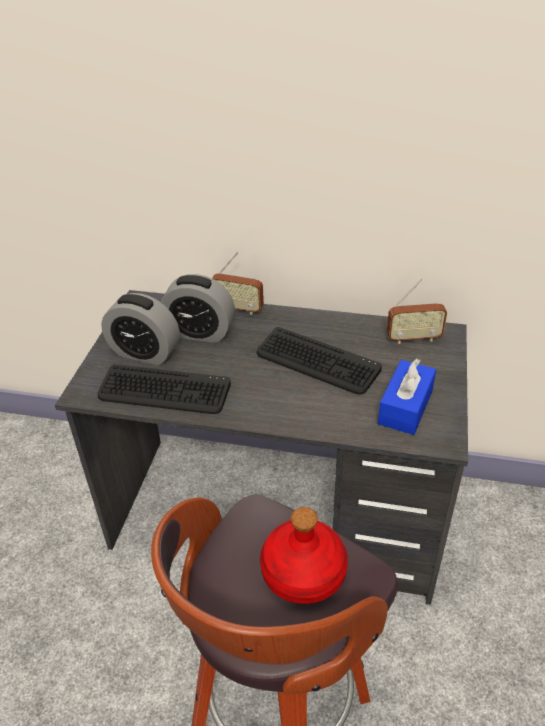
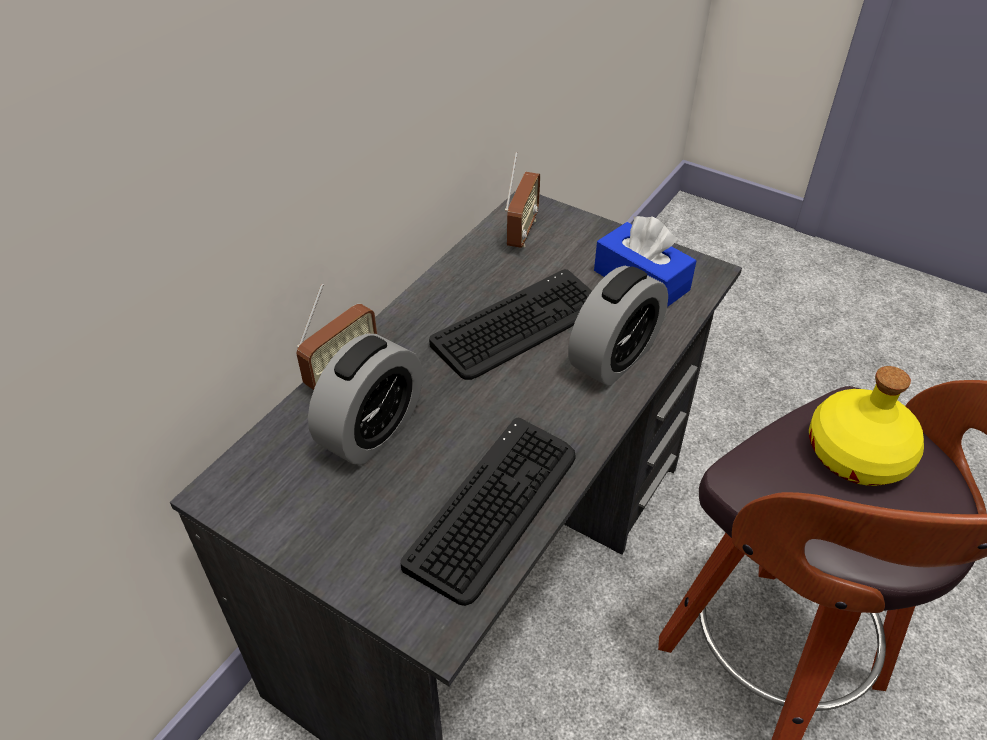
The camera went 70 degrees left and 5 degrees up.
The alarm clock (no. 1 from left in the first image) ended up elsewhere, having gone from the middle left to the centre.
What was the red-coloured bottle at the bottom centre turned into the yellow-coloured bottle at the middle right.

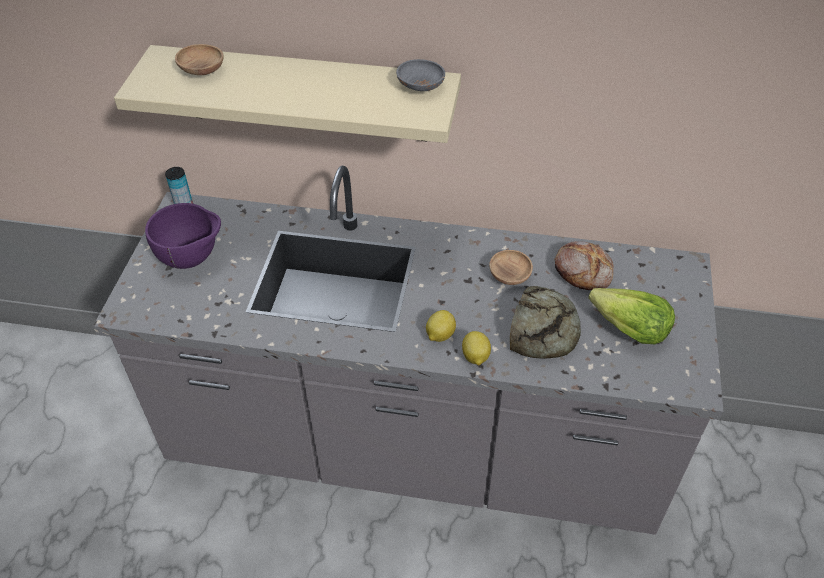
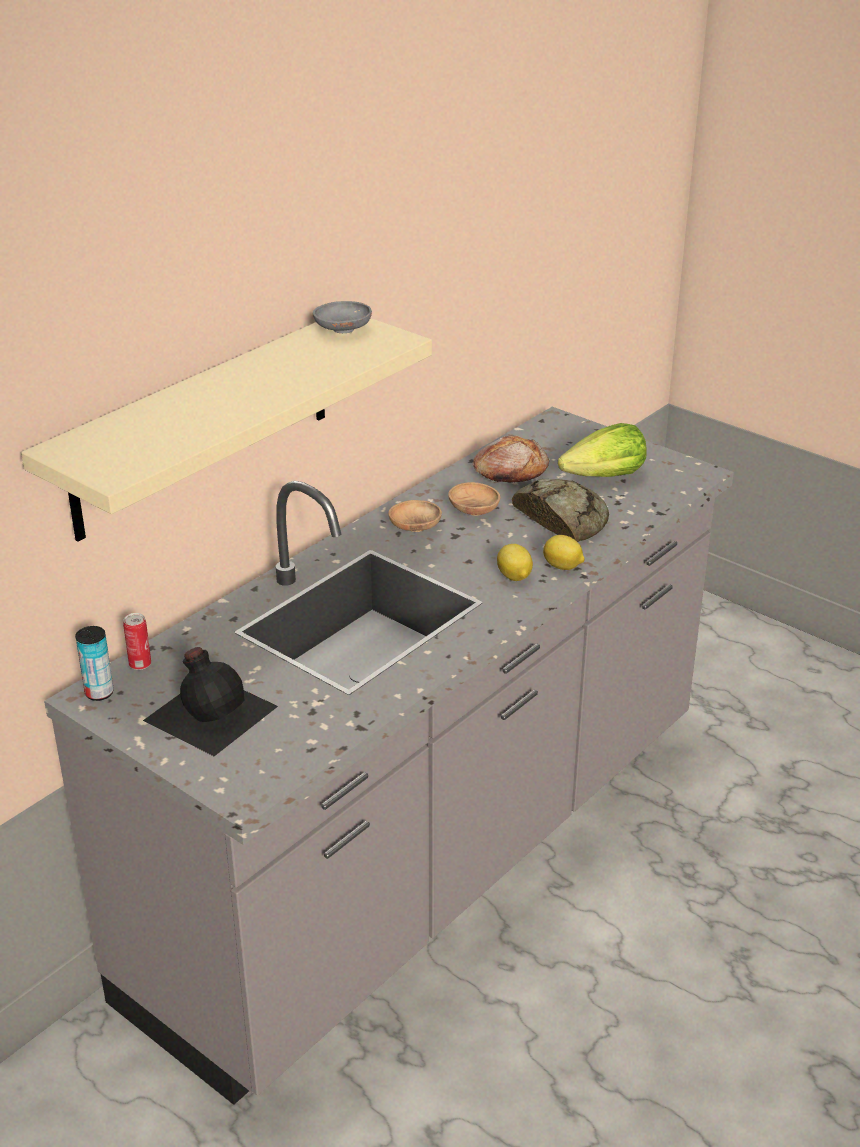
The camera went 60 degrees left and 15 degrees down.
The brownish deep dish (no. 1 from left) ended up elsewhere, having gone from the top left to the centre.
Where the purple-coloured deep dish stood at the middle left, the black-coloured bottle came to stand at the middle left.
The second view gained the sealed can (no. 2 from left) at the middle left.

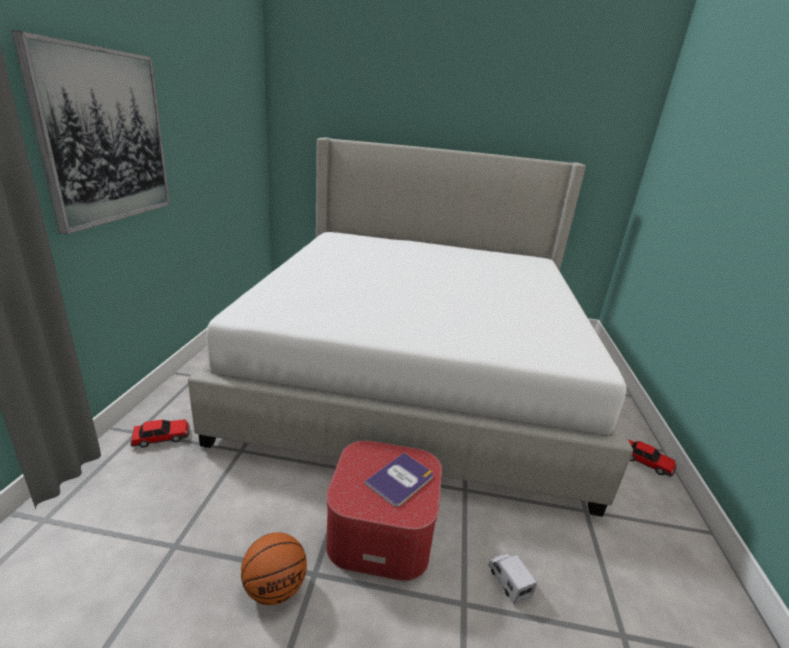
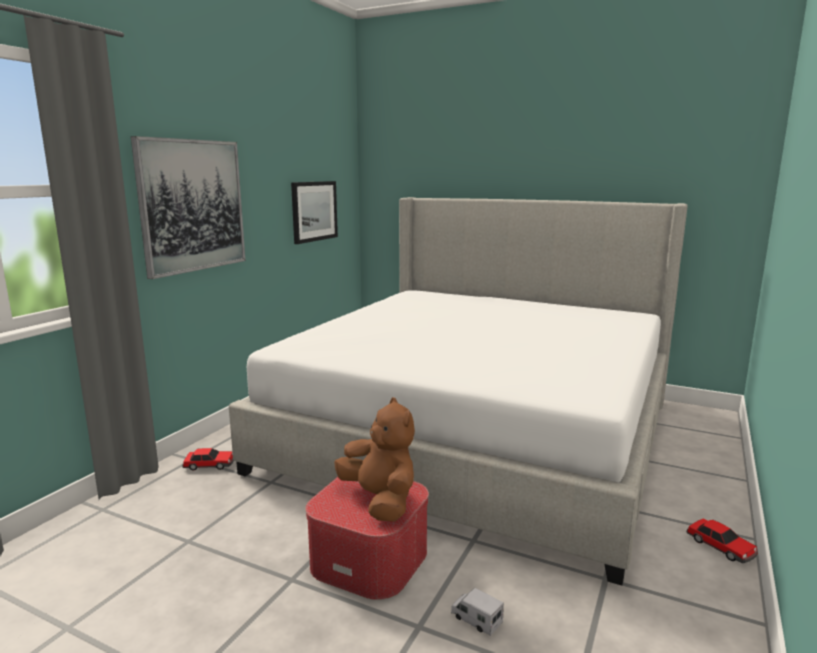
The camera went 20 degrees right and 10 degrees down.
Where the volume stood at the bottom centre, the brownish soft toy came to stand at the bottom centre.
The second view lost the basketball ball at the bottom centre.
The toy truck at the bottom centre ended up facing another way, 45 degrees counterclockwise from before.
The second view gained the picture (no. 2 from left) at the top centre.

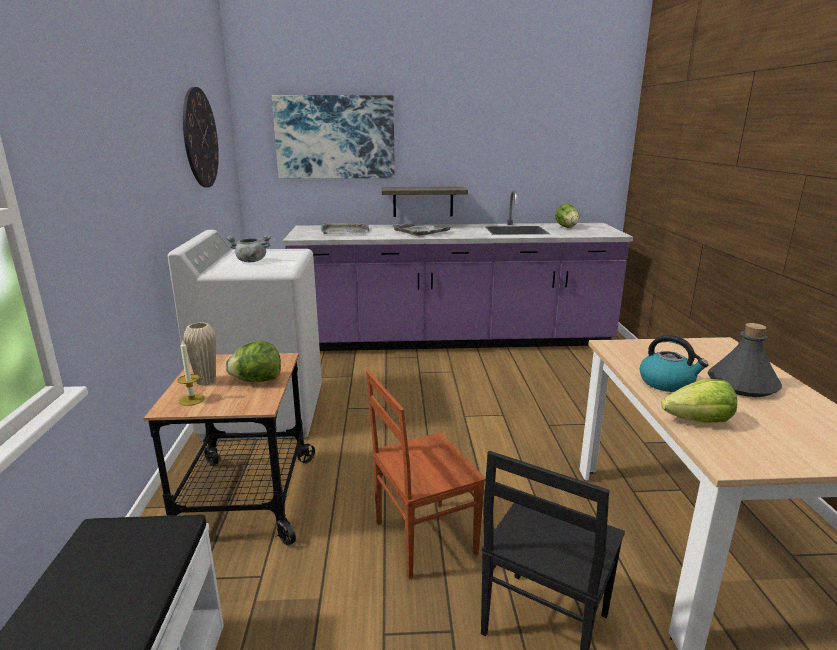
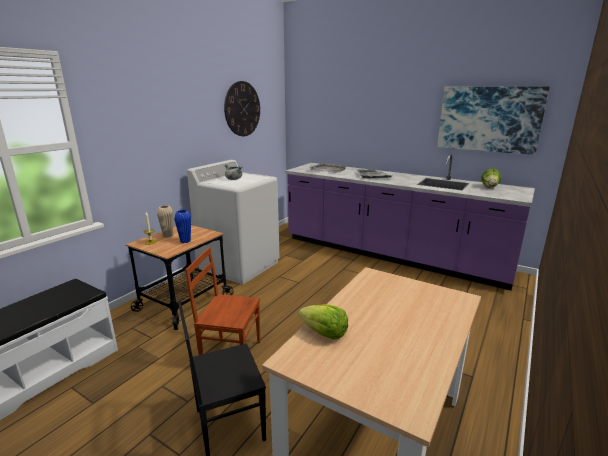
The camera went 35 degrees right and 0 degrees up.
The picture ended up elsewhere, having gone from the top centre to the top right.
The second view lost the bracket shelf at the top centre.
The second view lost the gray bottle at the middle right.
The second view lost the kettle at the middle right.
Where the lettuce (no. 1 from left) stood at the middle left, the blue-coloured flower vase came to stand at the middle left.

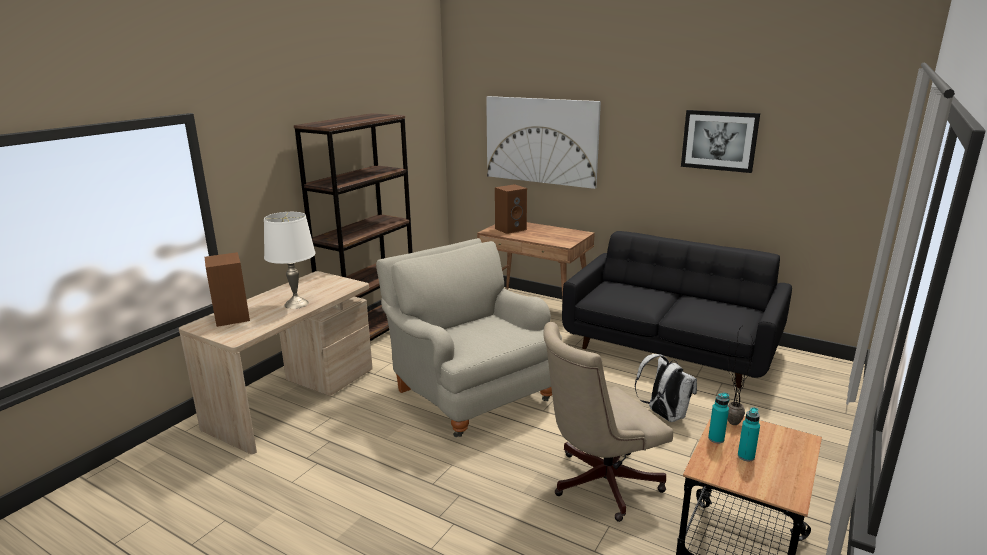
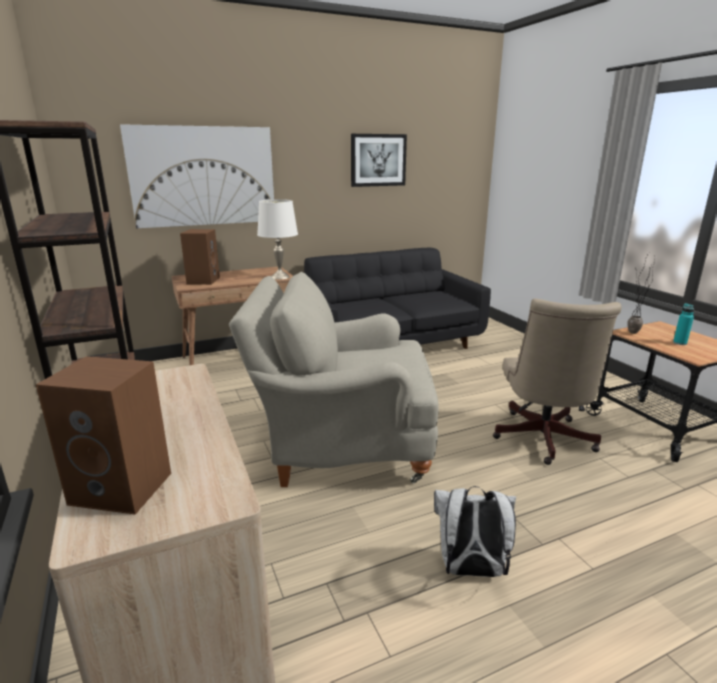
The camera went 55 degrees left and 0 degrees up.
The white tabletop lamp ended up elsewhere, having gone from the middle left to the centre.
The white rucksack ended up elsewhere, having gone from the bottom right to the bottom centre.
The second view lost the turquoise bottle (no. 1 from left) at the bottom right.

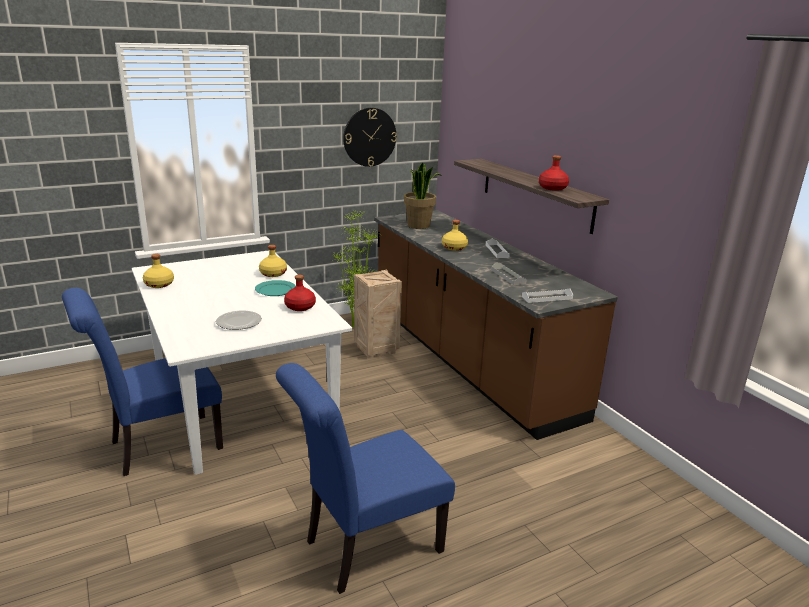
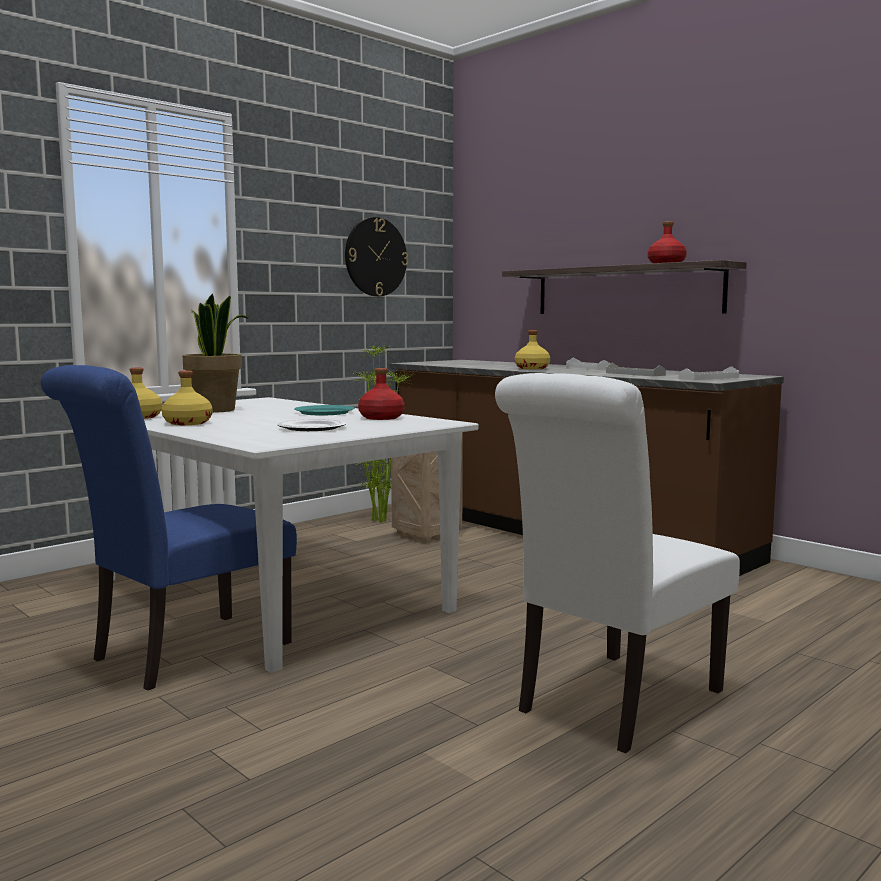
The camera went 15 degrees left and 15 degrees down.
The plant in a pot (no. 2 from left in the first image) ended up elsewhere, having gone from the top centre to the middle left.
The yellow-coloured bottle (no. 2 from left) ended up elsewhere, having gone from the centre to the middle left.
What was the blue-coloured upright chair (no. 2 from left) at the bottom centre turned into the white upright chair at the middle right.

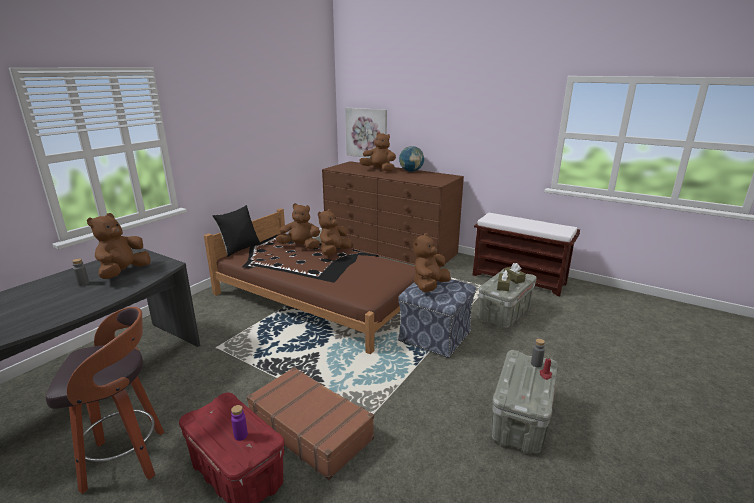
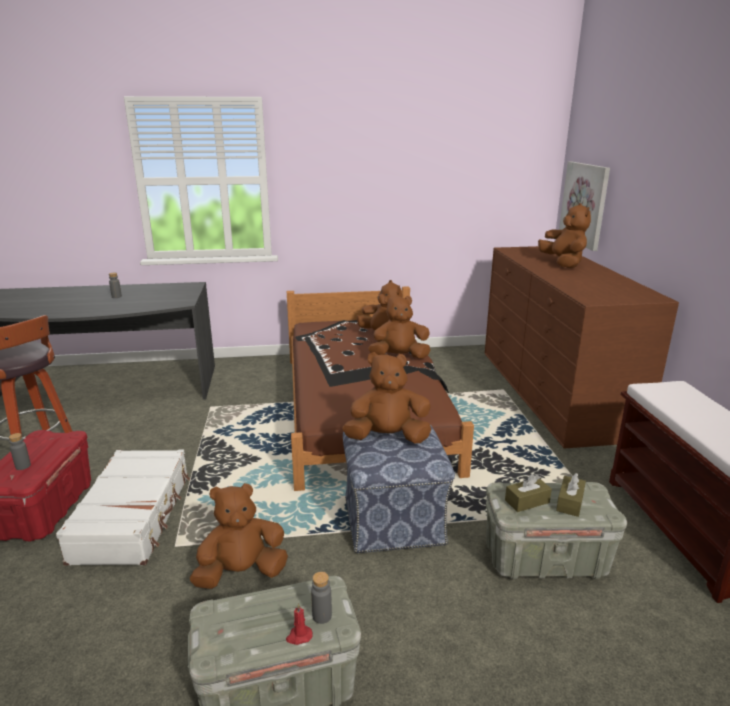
The camera went 50 degrees right and 0 degrees up.
The second view lost the desk globe at the top centre.
The second view lost the black-coloured pillow at the middle left.
The brownish soft toy (no. 1 from left) ended up elsewhere, having gone from the middle left to the bottom left.
What was the brownish piece of luggage at the bottom centre turned into the white piece of luggage at the bottom left.
What was the purple-coloured bottle at the bottom left turned into the gray bottle (no. 1 from left) at the middle left.

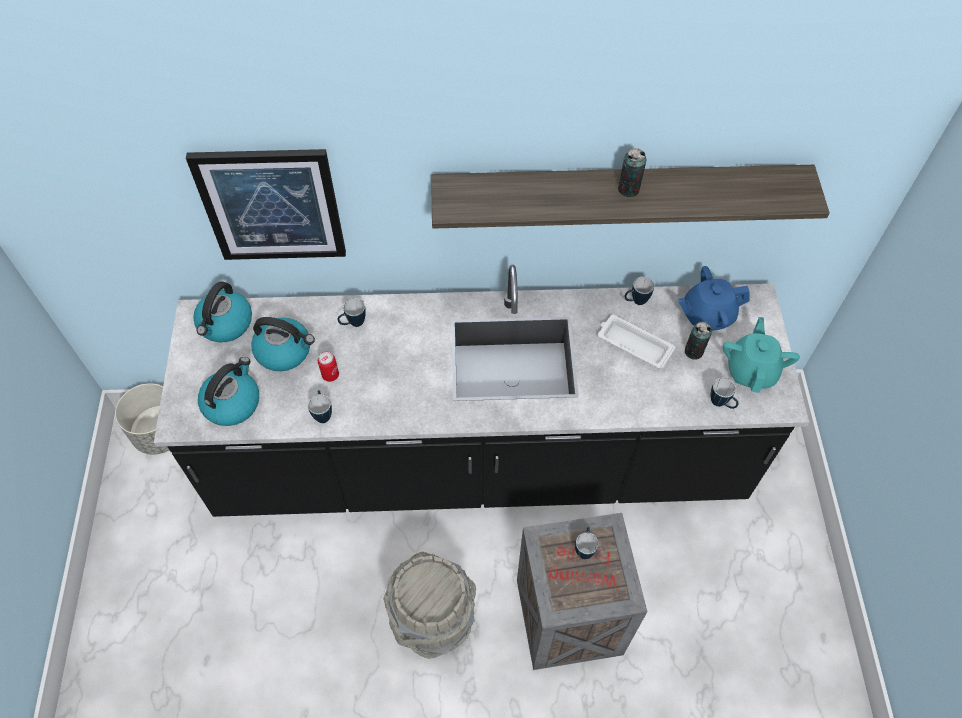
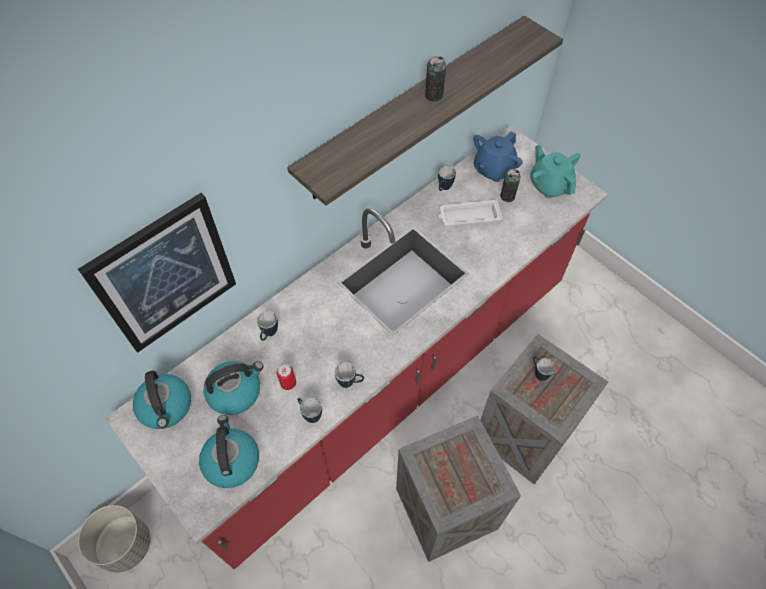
The camera went 40 degrees left and 0 degrees up.
What was the black-coloured kitchen base unit at the centre turned into the red-coloured kitchen base unit at the centre.
The coffee mug (no. 5 from left in the first image) ended up elsewhere, having gone from the middle right to the centre.
Where the gray bucket stood at the bottom centre, the crate (no. 1 from left) came to stand at the bottom centre.

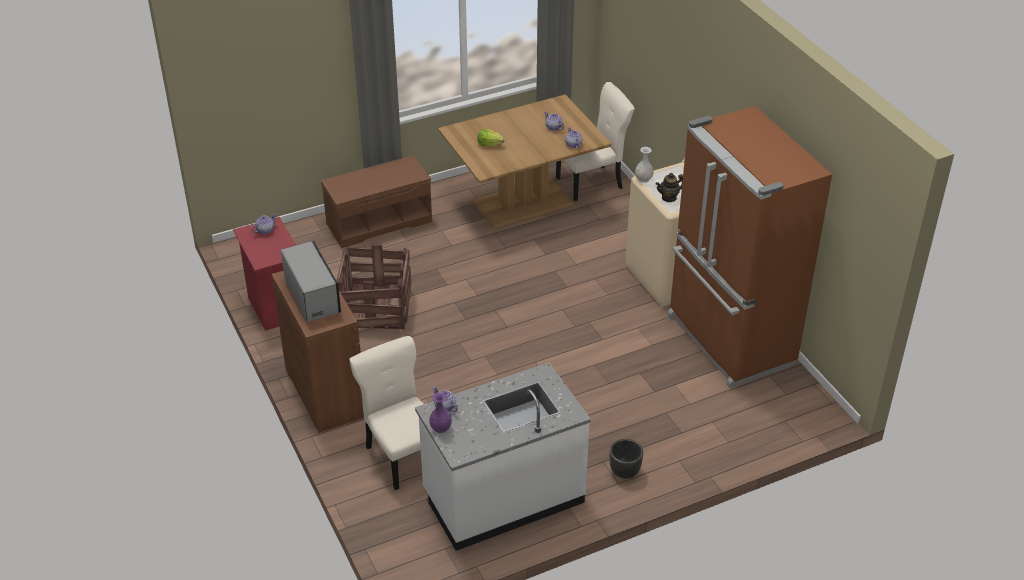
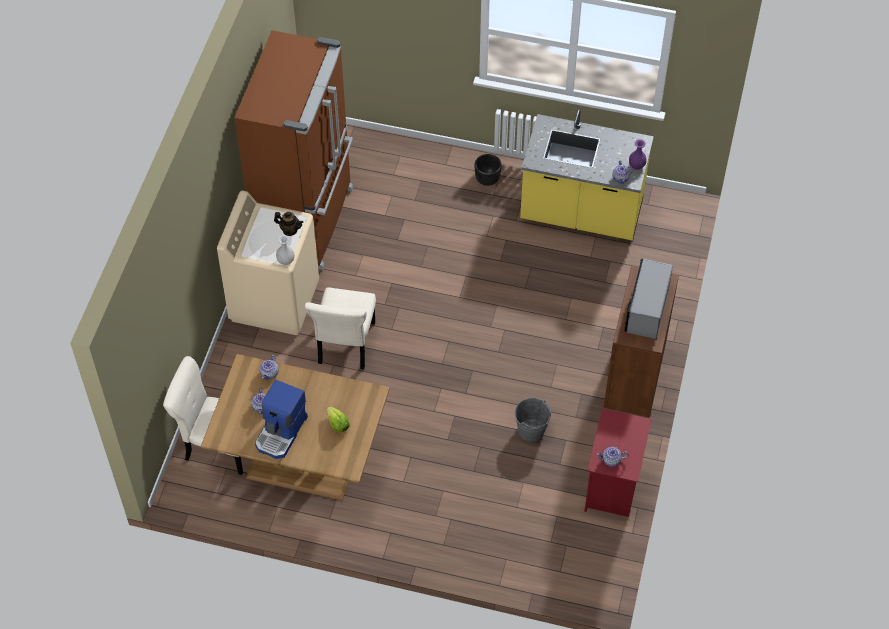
The camera went 140 degrees left and 15 degrees up.
The second view lost the brownish indoor bench at the centre.
Where the crate stood at the centre, the gray bucket came to stand at the bottom centre.
The beige upright chair (no. 1 from left in the first image) ended up elsewhere, having gone from the bottom centre to the centre.
What was the white kitchen base unit at the bottom centre turned into the yellow-coloured kitchen base unit at the top centre.
The second view gained the coffee maker at the middle left.

